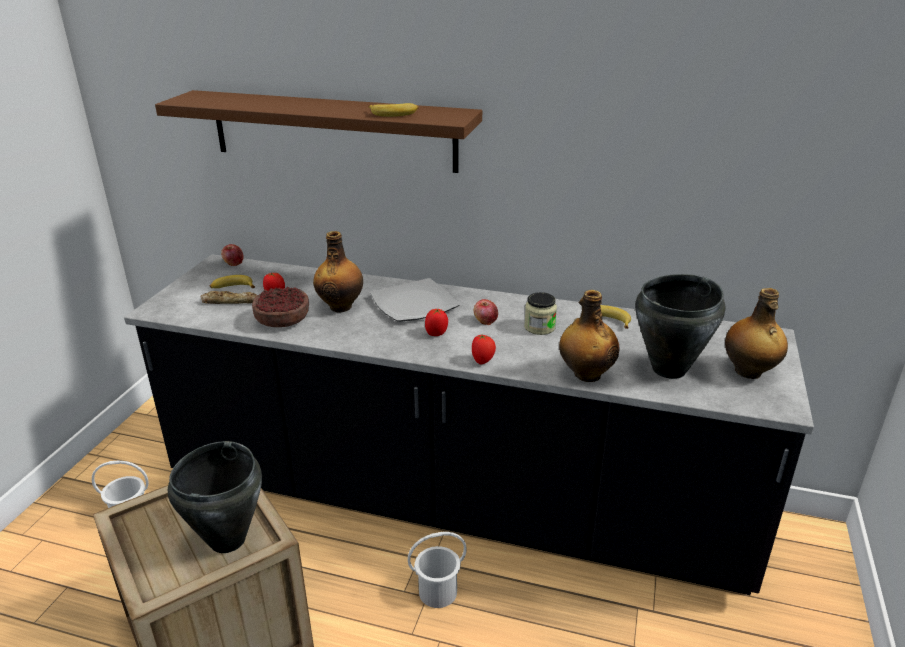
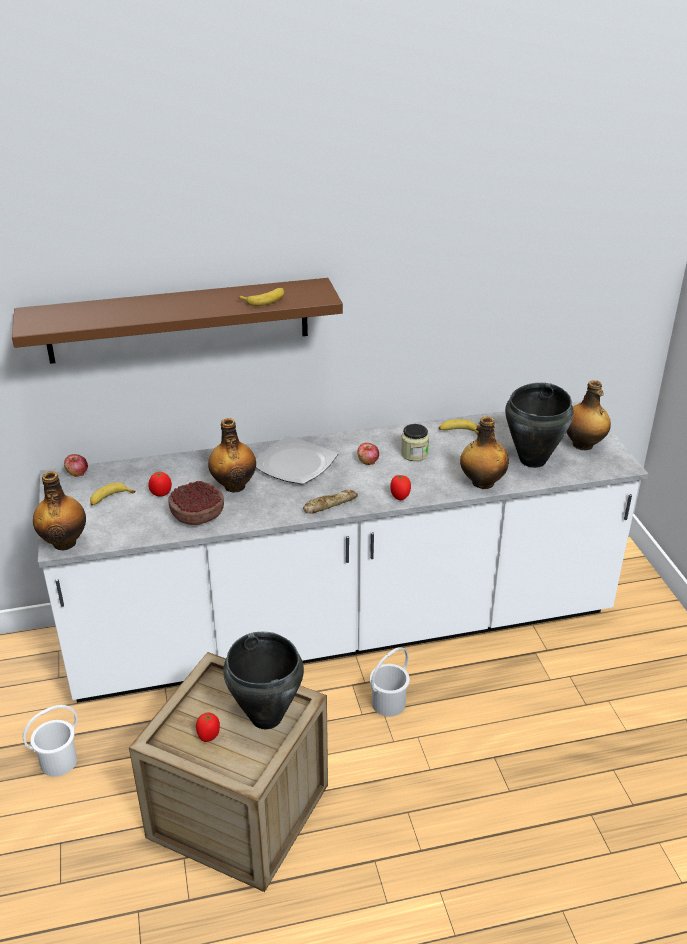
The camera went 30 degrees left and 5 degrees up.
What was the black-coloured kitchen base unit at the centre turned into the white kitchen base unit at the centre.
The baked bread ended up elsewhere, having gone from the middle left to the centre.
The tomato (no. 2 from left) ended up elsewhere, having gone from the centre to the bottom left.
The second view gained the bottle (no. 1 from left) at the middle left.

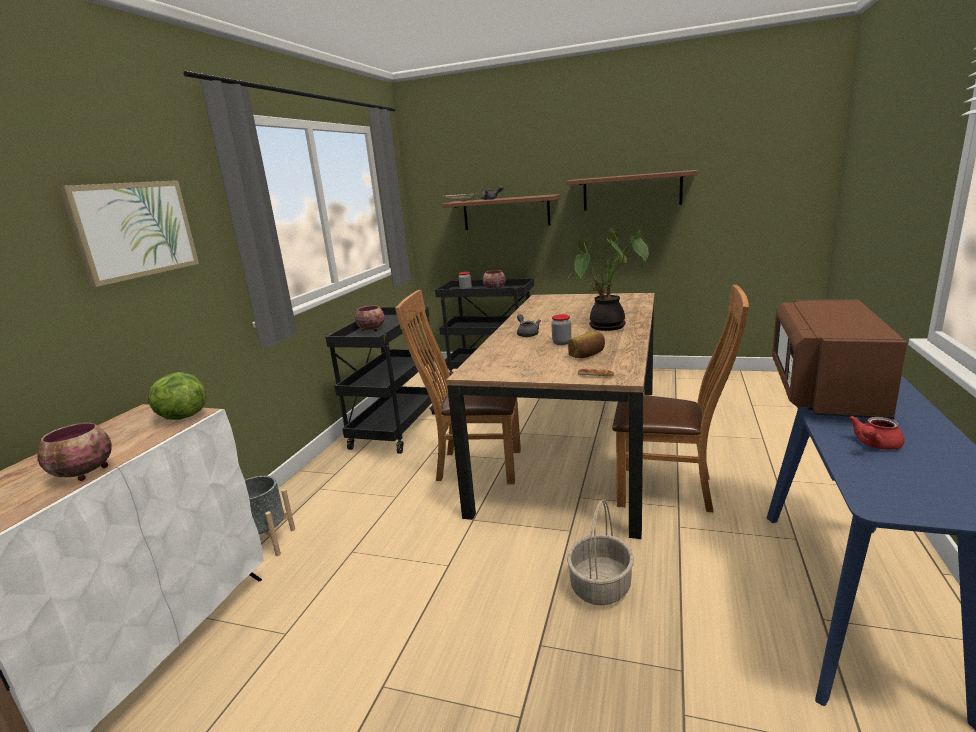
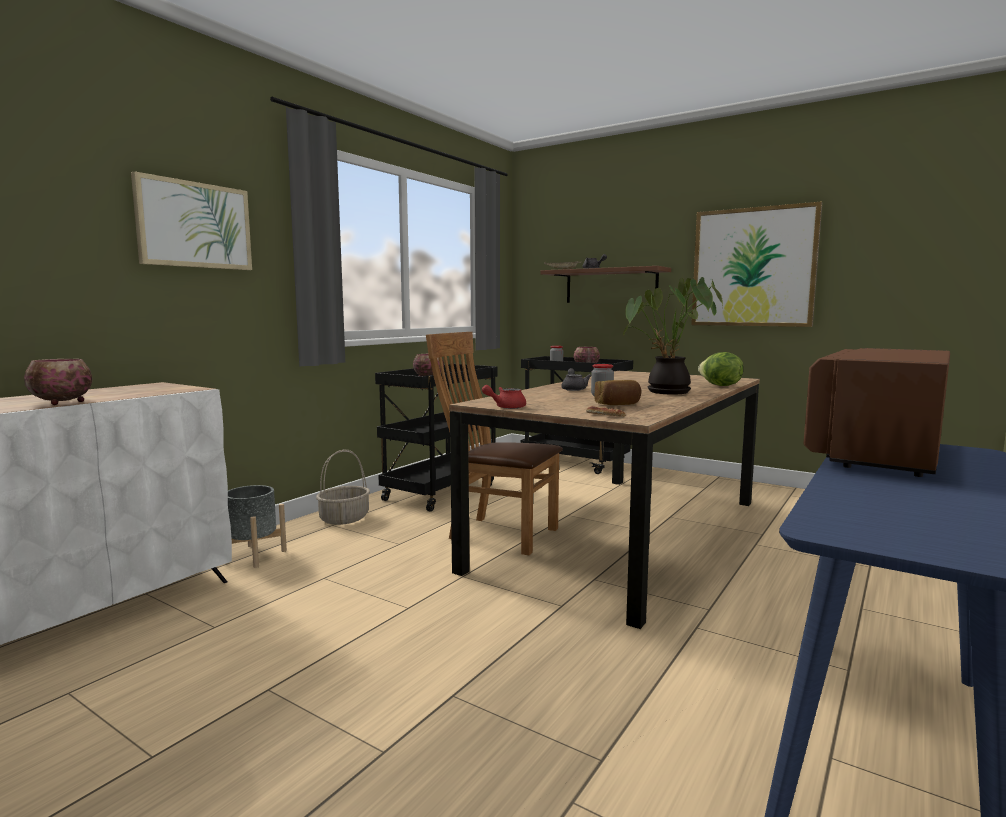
The camera went 15 degrees right and 10 degrees down.
Where the brownish bracket shelf (no. 2 from left) hung at the top centre, the picture (no. 2 from left) came to hang at the top right.
The second view lost the brownish upright chair (no. 2 from left) at the middle right.
The lettuce ended up elsewhere, having gone from the middle left to the middle right.
The red-coloured teapot ended up elsewhere, having gone from the middle right to the centre.
The basket ended up elsewhere, having gone from the bottom centre to the centre.

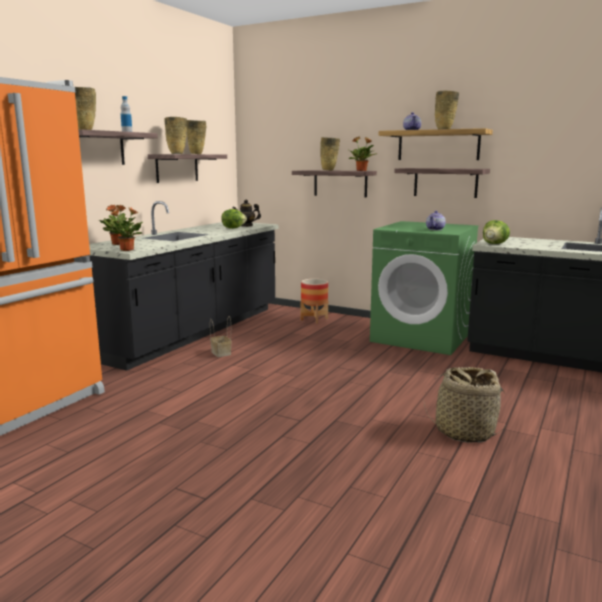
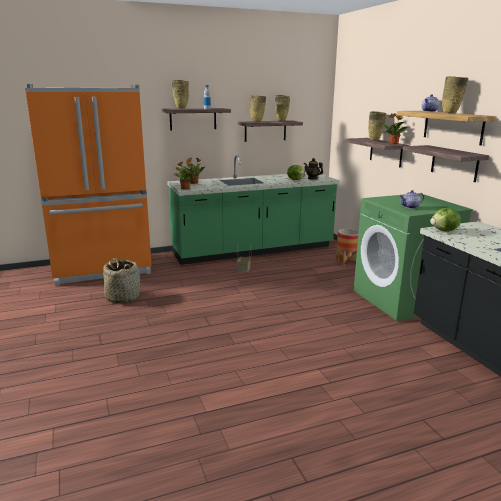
The camera went 40 degrees right and 5 degrees up.
What was the black-coloured kitchen base unit (no. 1 from left) at the middle left turned into the green-coloured kitchen base unit at the centre.
The basket (no. 2 from left in the first image) ended up elsewhere, having gone from the bottom right to the middle left.

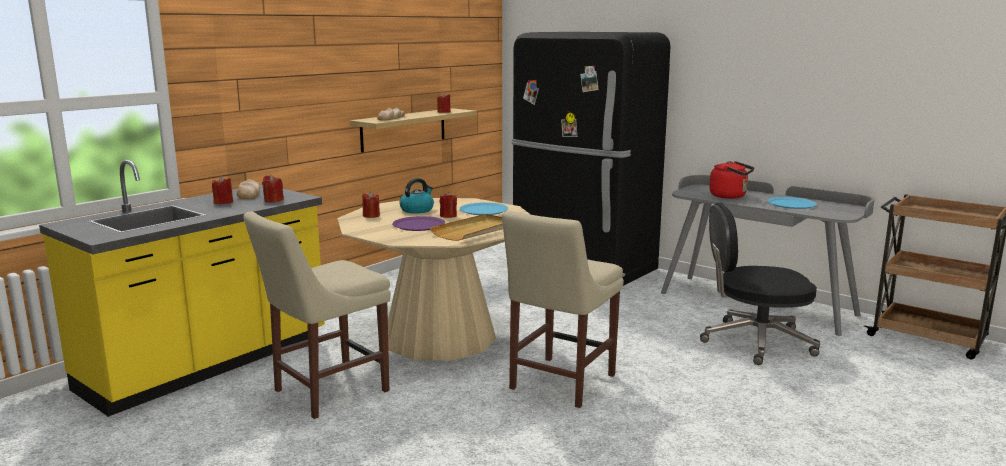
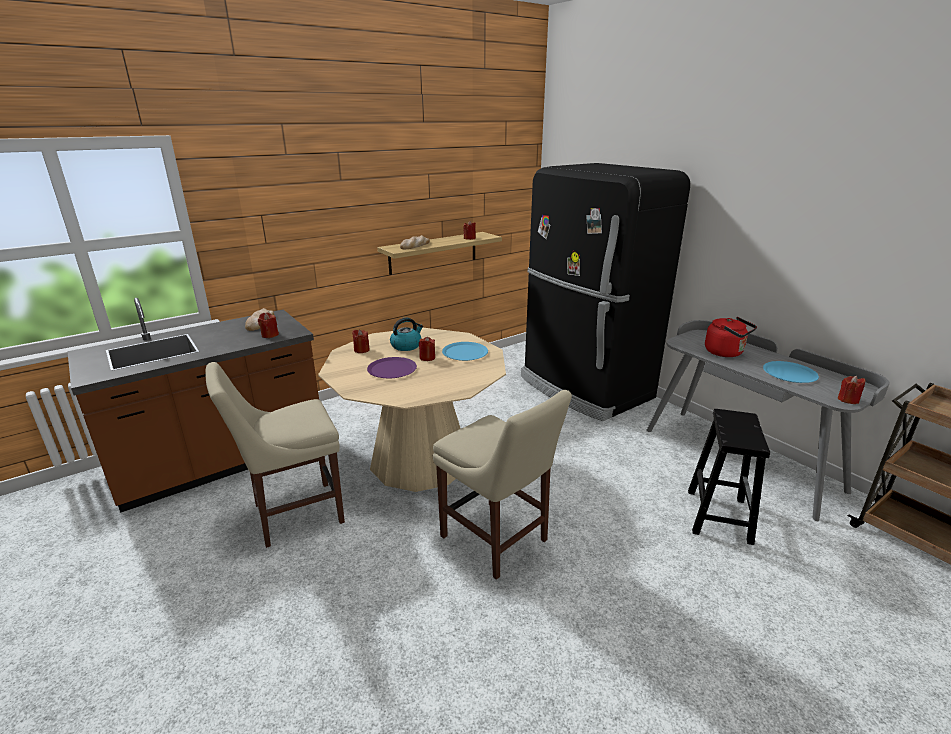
The camera went 15 degrees right and 10 degrees up.
What was the yellow-coloured kitchen base unit at the middle left turned into the brownish kitchen base unit at the middle left.
The red-coloured wax candle (no. 1 from left in the first image) ended up elsewhere, having gone from the middle left to the middle right.
Where the black-coloured office chair stood at the middle right, the black-coloured stool seat came to stand at the middle right.
The beige upright chair (no. 2 from left) at the centre ended up facing another way, 90 degrees counterclockwise from before.
The second view lost the beige tray at the centre.

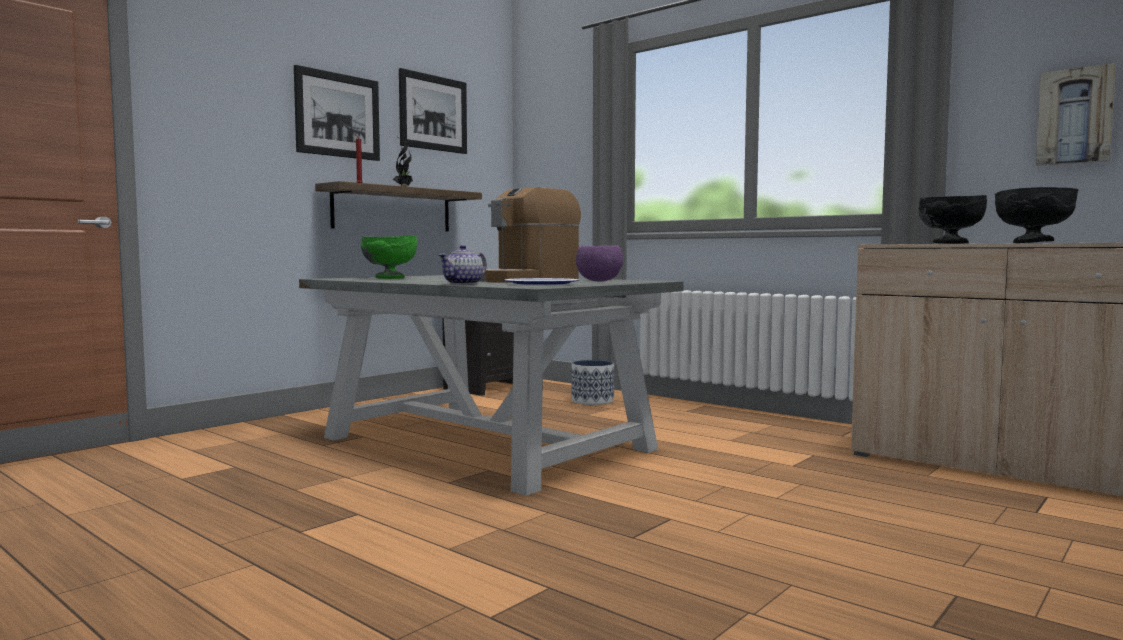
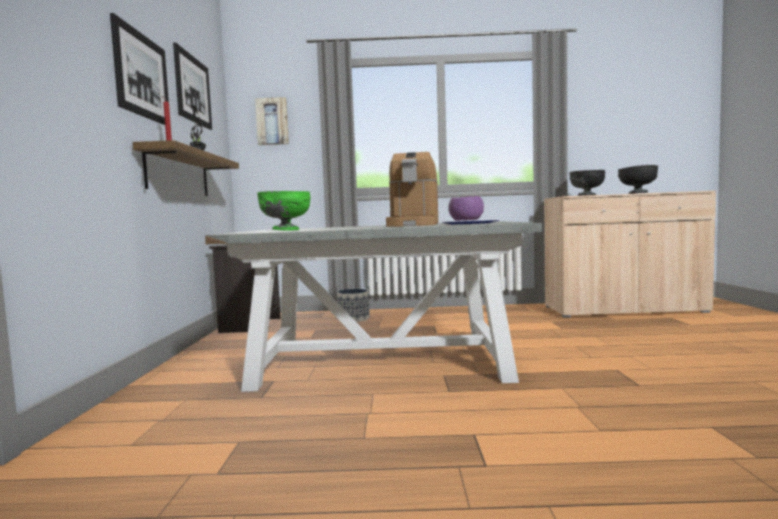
The camera went 40 degrees left and 0 degrees up.
The picture (no. 3 from left) ended up elsewhere, having gone from the top right to the top centre.
The second view lost the teapot at the centre.

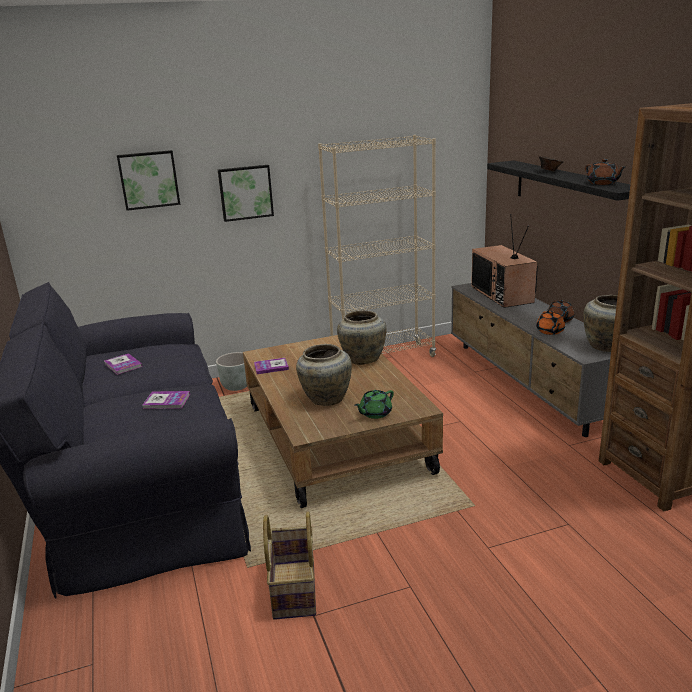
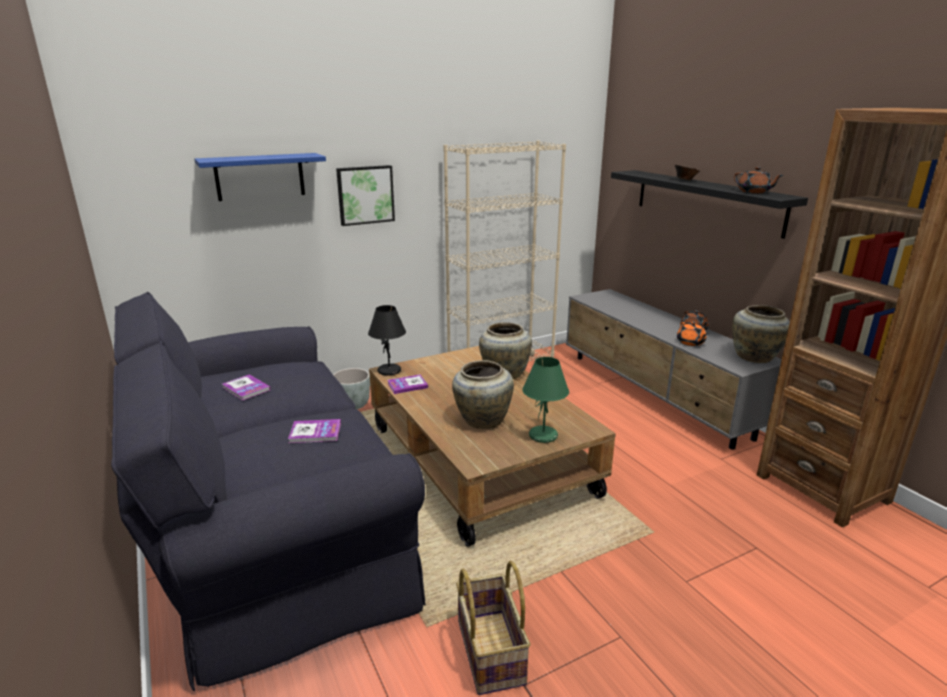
The camera went 10 degrees left and 0 degrees up.
Where the picture (no. 1 from left) hung at the top left, the blue-coloured bracket shelf came to hang at the top left.
The second view lost the television at the middle right.
Where the green-coloured teapot stood at the centre, the green-coloured tabletop lamp came to stand at the centre.
The second view gained the black-coloured tabletop lamp at the centre.

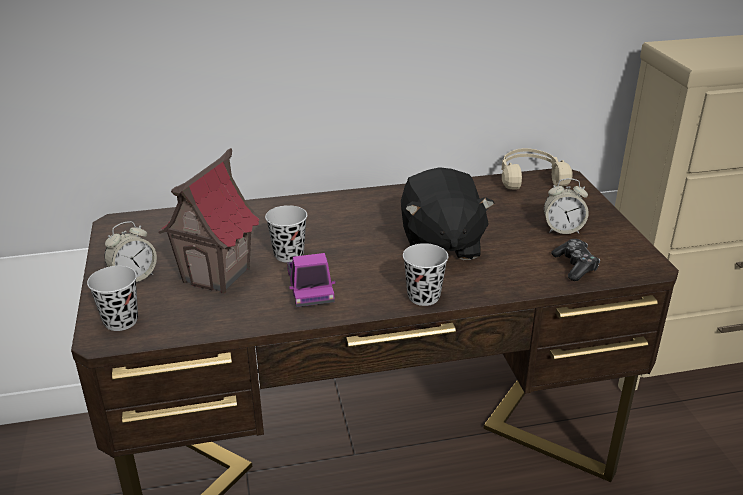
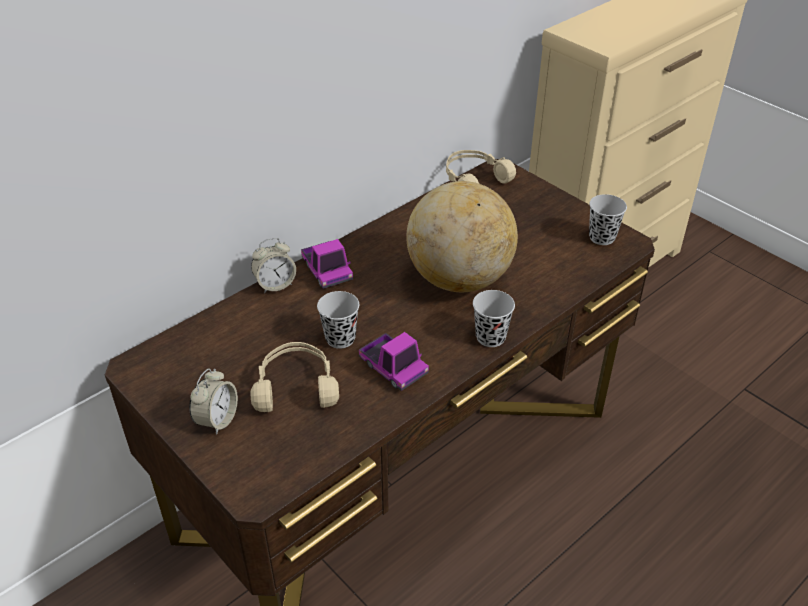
The camera went 30 degrees left and 10 degrees up.
Where the miniature house stood at the middle left, the beige headset (no. 1 from left) came to stand at the centre.
Where the black-coloured soft toy stood at the centre, the desk globe came to stand at the centre.
The alarm clock (no. 2 from left) ended up elsewhere, having gone from the middle right to the centre.
The second view lost the joypad at the middle right.
The black-coloured cup (no. 1 from left in the first image) ended up elsewhere, having gone from the middle left to the middle right.
The second view gained the toy truck (no. 1 from left) at the centre.

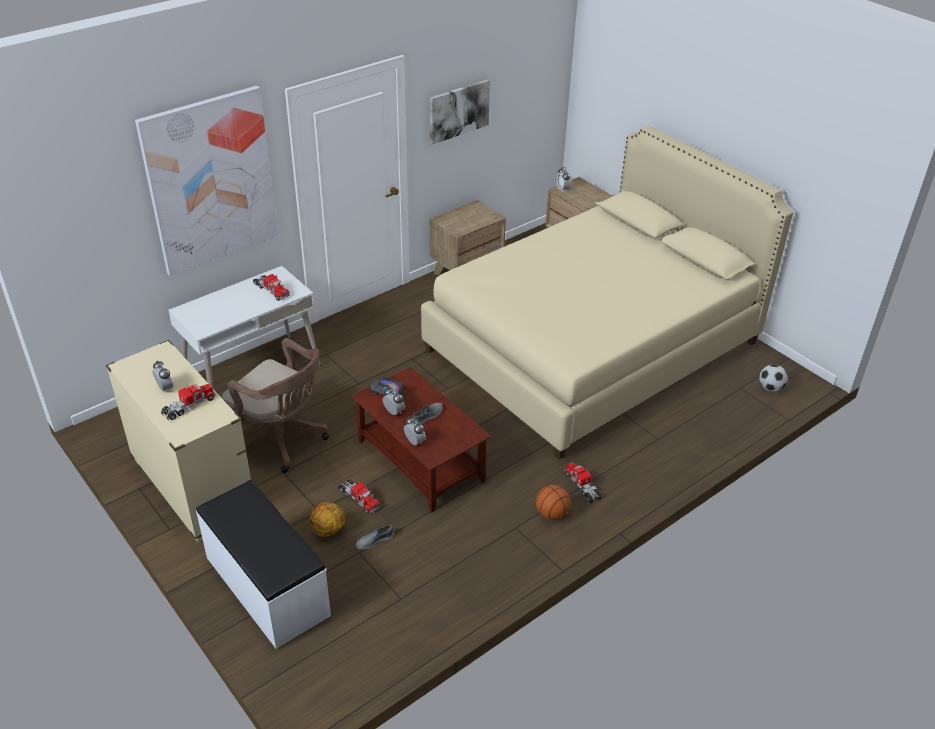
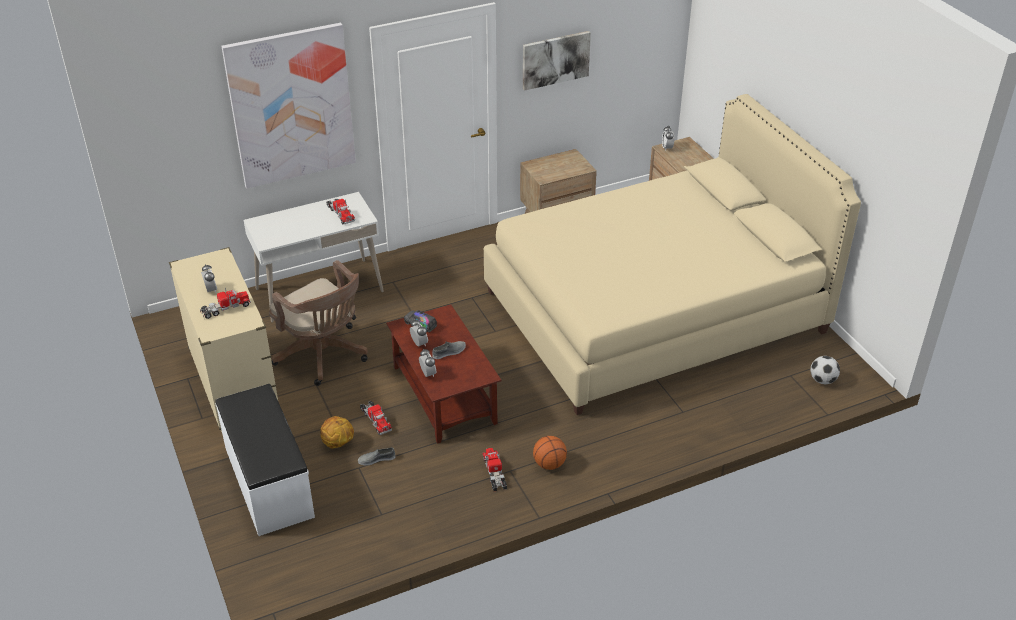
The camera went 15 degrees right and 0 degrees up.
The toy truck (no. 5 from left) ended up elsewhere, having gone from the centre to the bottom centre.

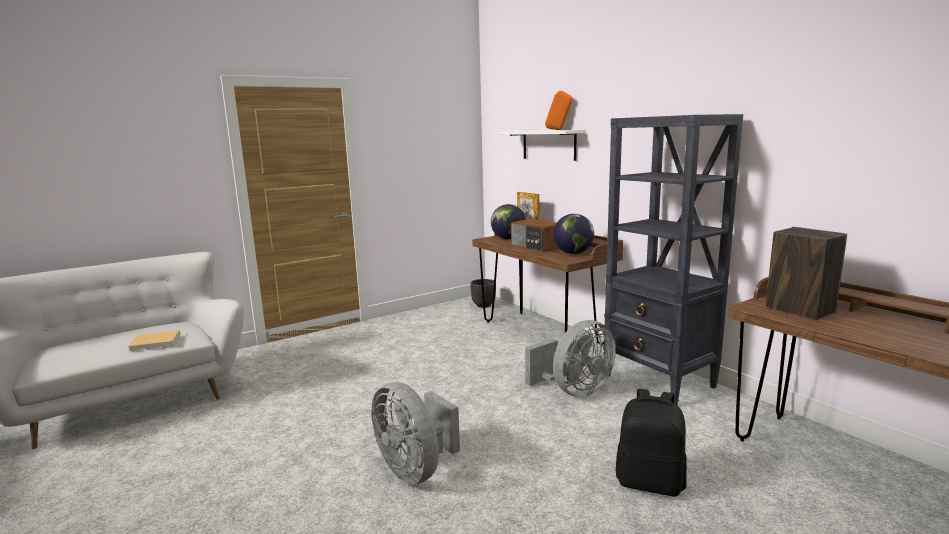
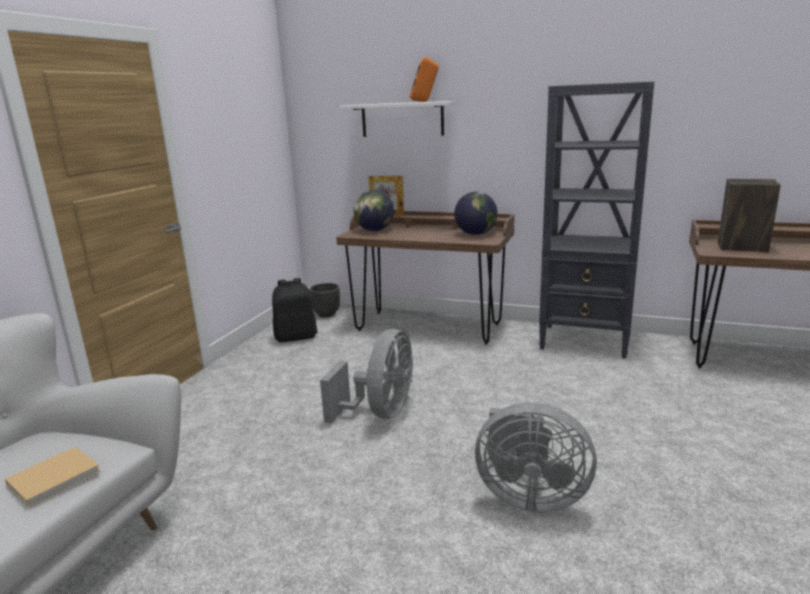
The camera went 35 degrees left and 5 degrees up.
The second view lost the radio set at the centre.
The gray cooling fan (no. 2 from left in the first image) ended up elsewhere, having gone from the bottom centre to the centre.
The black-coloured rucksack ended up elsewhere, having gone from the bottom right to the centre.

